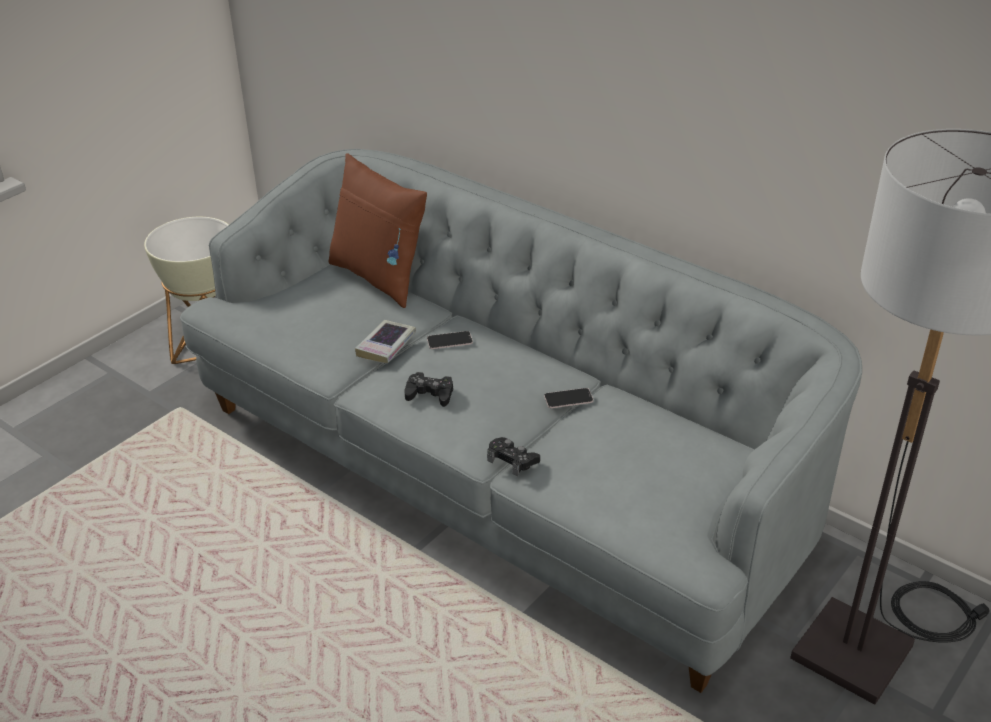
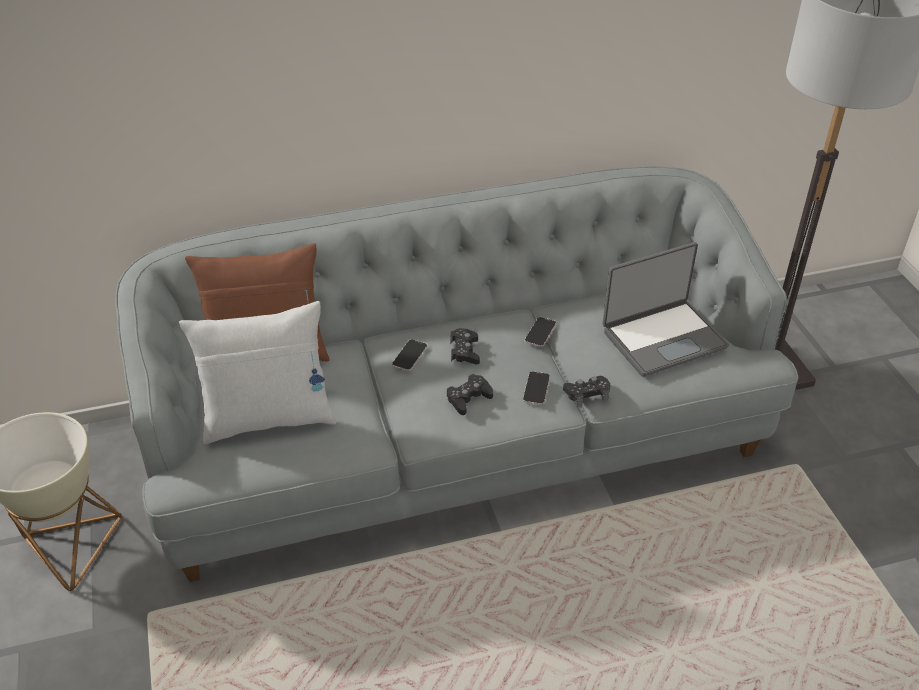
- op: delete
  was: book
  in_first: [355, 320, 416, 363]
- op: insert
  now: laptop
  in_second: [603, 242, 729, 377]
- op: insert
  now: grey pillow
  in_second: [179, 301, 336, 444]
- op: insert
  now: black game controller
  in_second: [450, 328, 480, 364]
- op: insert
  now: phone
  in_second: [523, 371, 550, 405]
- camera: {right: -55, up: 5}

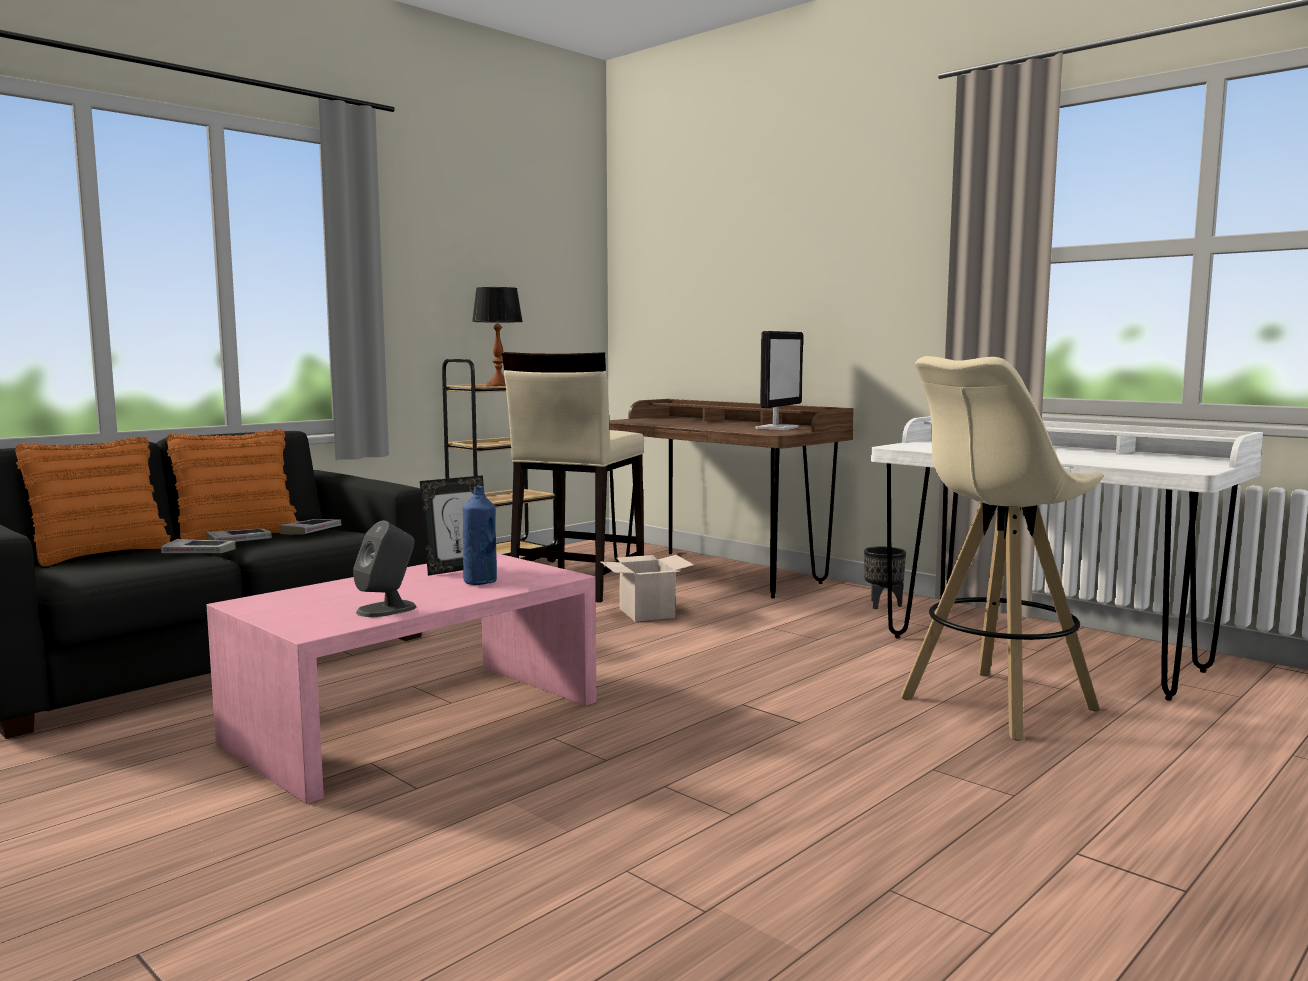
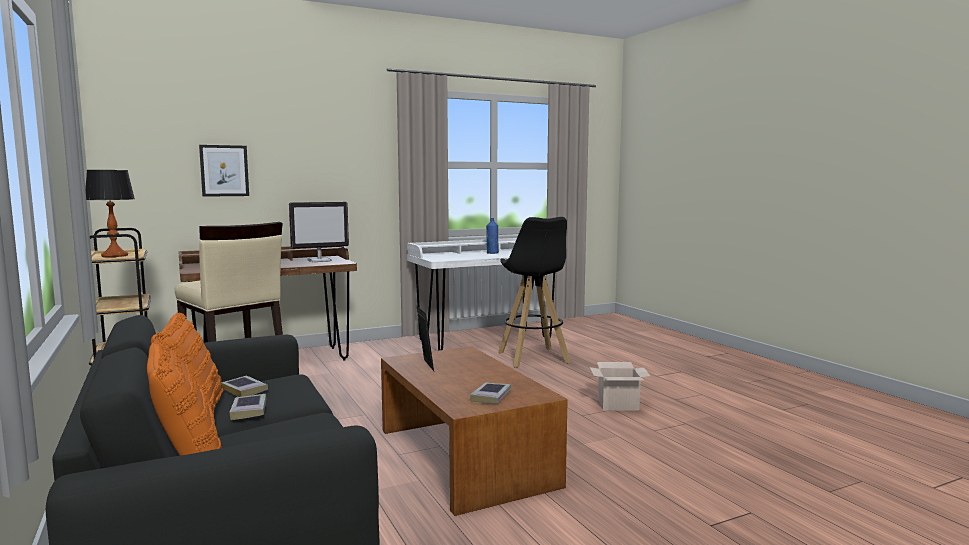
- op: rotate
  was: monitor
  in_first: [755, 331, 803, 431]
  in_second: [289, 202, 349, 262]
  clockwise: 105
- op: recolor
  was: beige stool
  now: black stool
  in_first: [901, 356, 1103, 740]
  in_second: [498, 217, 571, 368]
- op: move
  was: blue bottle
  in_first: [463, 486, 497, 585]
  in_second: [486, 218, 498, 254]
- op: delete
  was: grey speaker
  in_first: [353, 521, 417, 617]
- op: move
  was: book
  in_first: [161, 539, 236, 553]
  in_second: [470, 383, 511, 403]
- op: delete
  was: black planter
  in_first: [864, 547, 906, 609]
- op: recolor
  was: pink coffee table
  now: brown coffee table
  in_first: [206, 553, 596, 804]
  in_second: [381, 346, 567, 516]
- op: move
  was: cardboard box
  in_first: [601, 555, 694, 622]
  in_second: [589, 362, 650, 411]
- op: insert
  now: picture
  in_second: [199, 145, 249, 197]
- camera: {right: -70, up: 0}

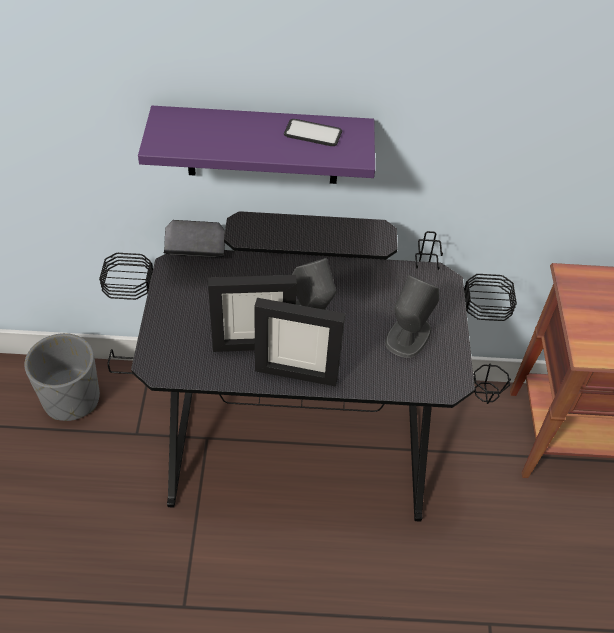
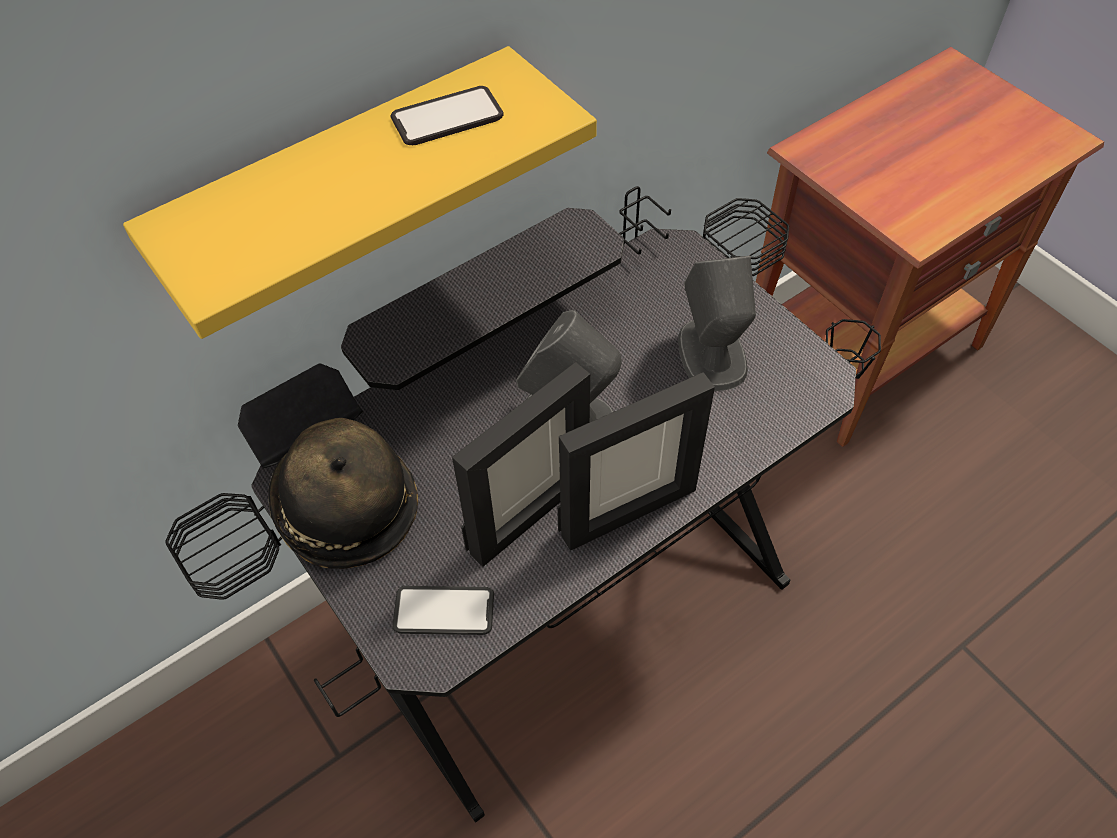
- op: recolor
  was: purple shelf
  now: yellow shelf
  in_first: [138, 106, 375, 184]
  in_second: [123, 46, 597, 339]
- op: delete
  was: grey planter
  in_first: [24, 333, 100, 421]
- op: insert
  now: hat
  in_second: [268, 418, 418, 569]
- op: insert
  now: phone
  in_second: [392, 586, 494, 635]
- camera: {right: -35, up: 5}

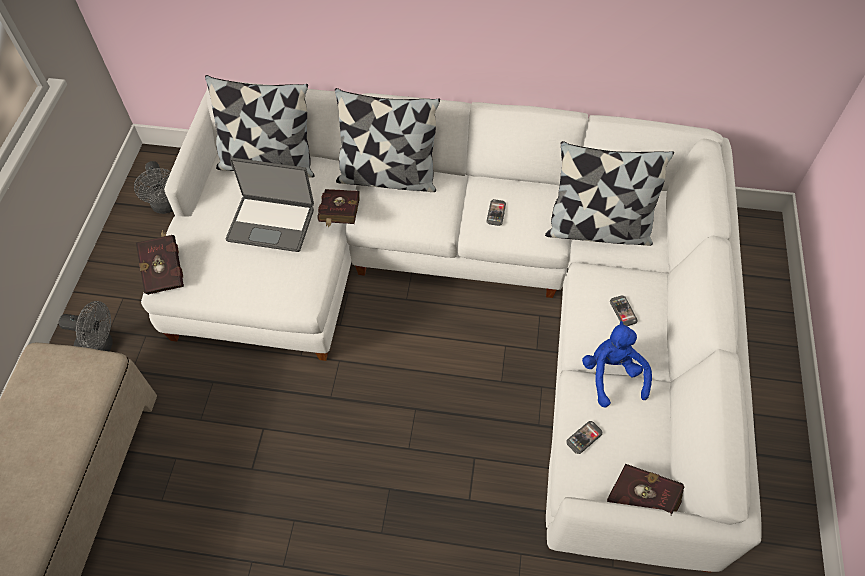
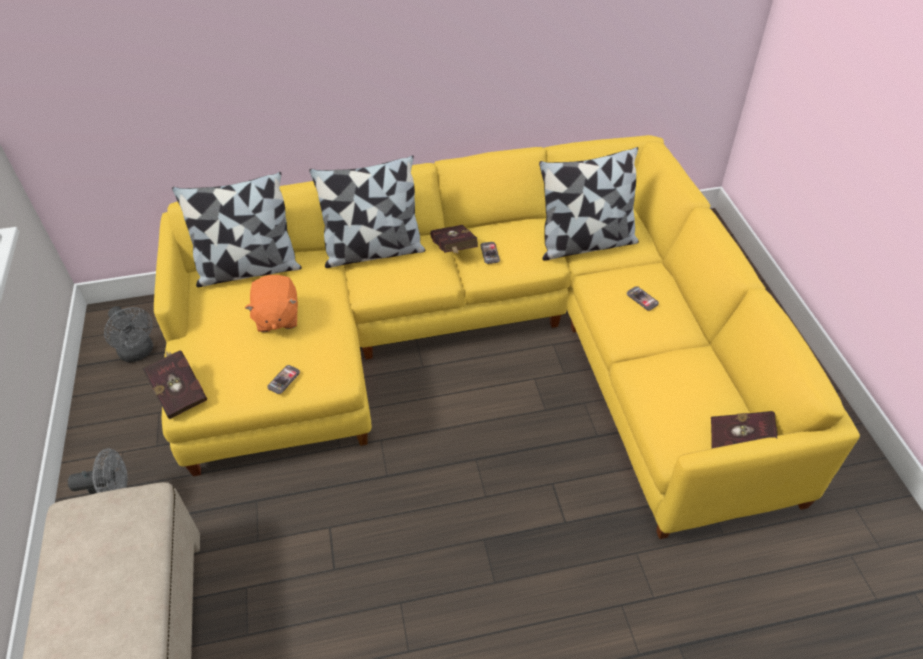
- op: recolor
  was: white sofa
  now: yellow sofa
  in_first: [141, 81, 762, 573]
  in_second: [154, 135, 860, 539]
- op: replace
  was: laptop
  now: orange plush toy
  in_first: [226, 158, 314, 252]
  in_second: [245, 275, 298, 332]
- op: move
  was: red book
  in_first: [317, 189, 360, 228]
  in_second: [430, 225, 478, 254]
- op: delete
  was: blue plush toy
  in_first: [582, 321, 652, 408]
- op: move
  was: phone
  in_first: [566, 421, 603, 454]
  in_second: [267, 365, 300, 394]
- camera: {right: -20, up: -10}

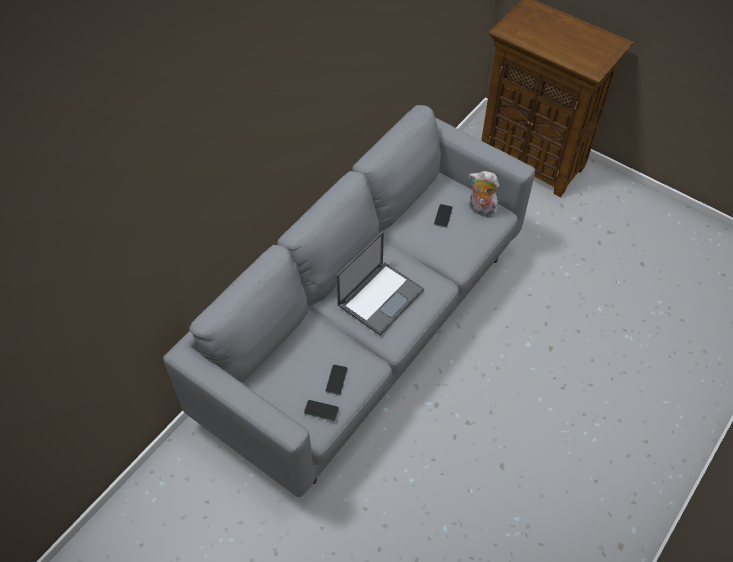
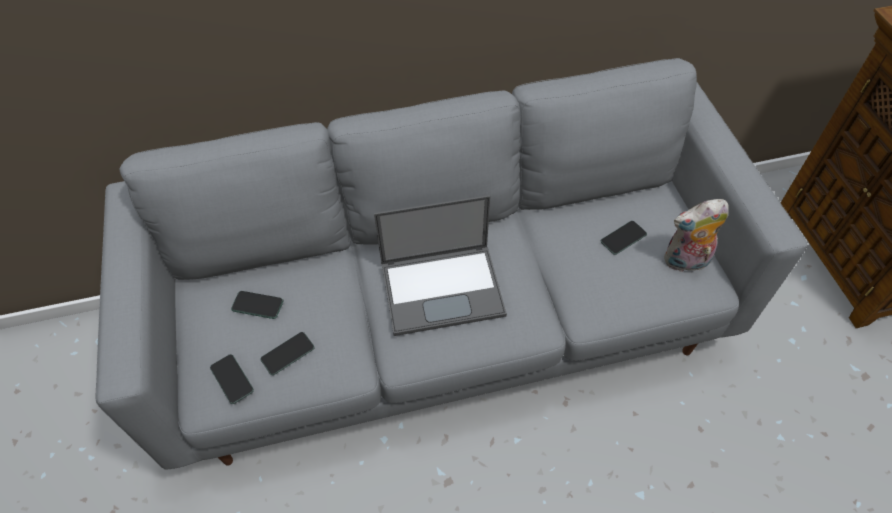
- op: rotate
  was: plush toy
  in_first: [469, 171, 499, 217]
  in_second: [664, 199, 729, 274]
  clockwise: -75
- op: insert
  now: phone
  in_second: [231, 291, 284, 319]
- camera: {right: 40, up: 0}

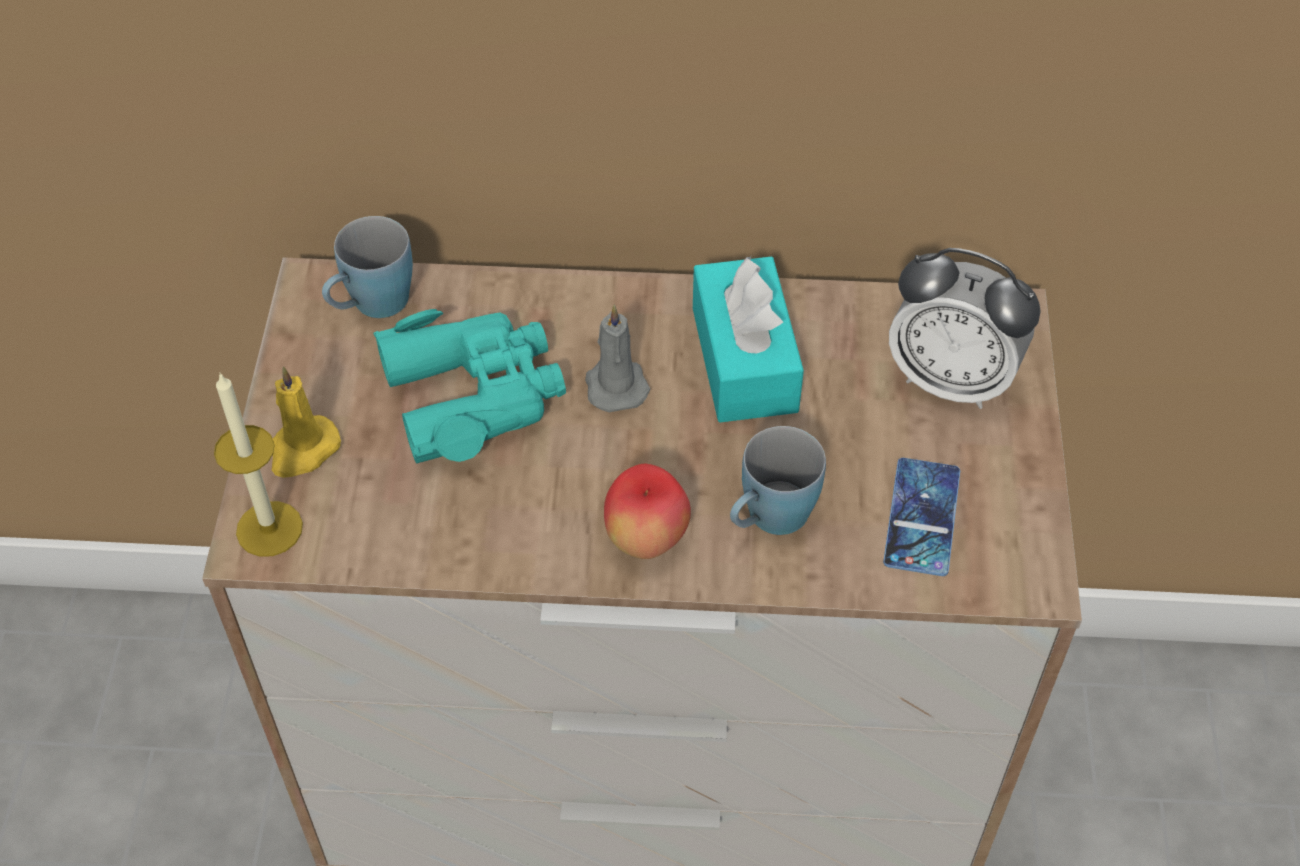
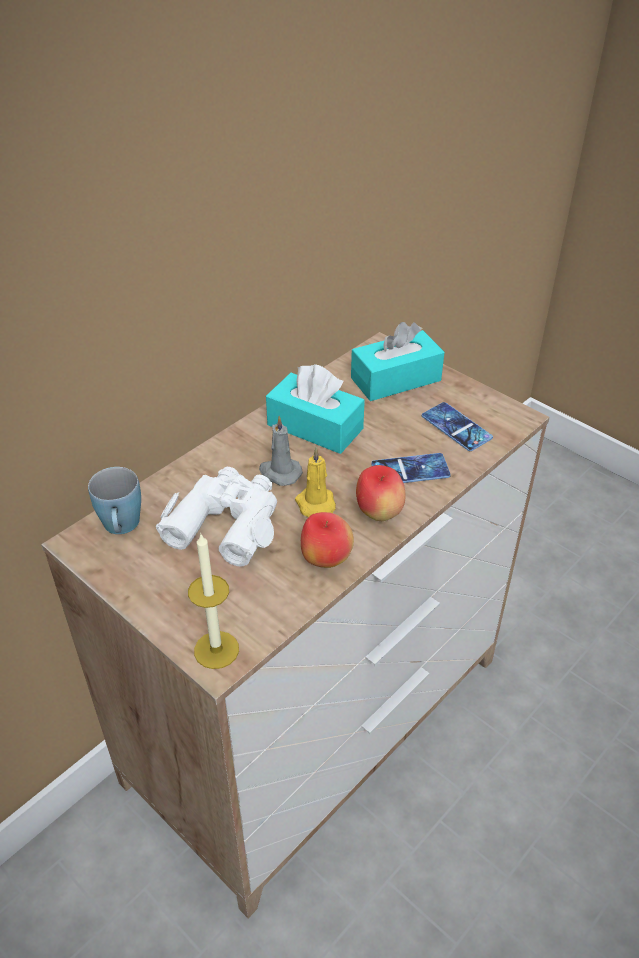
- op: replace
  was: alarm clock
  now: turquoise tissue box
  in_first: [889, 248, 1041, 409]
  in_second: [351, 322, 445, 401]
- op: recolor
  was: turquoise binoculars
  now: white binoculars
  in_first: [373, 309, 566, 464]
  in_second: [155, 467, 277, 567]
- op: move
  was: yellow candle
  in_first: [272, 367, 341, 478]
  in_second: [295, 447, 336, 517]
- op: replace
  was: blue mug
  now: phone
  in_first: [730, 426, 826, 535]
  in_second: [371, 453, 451, 483]
- op: insert
  now: apple
  in_second: [301, 512, 354, 568]
- camera: {right: -50, up: -10}

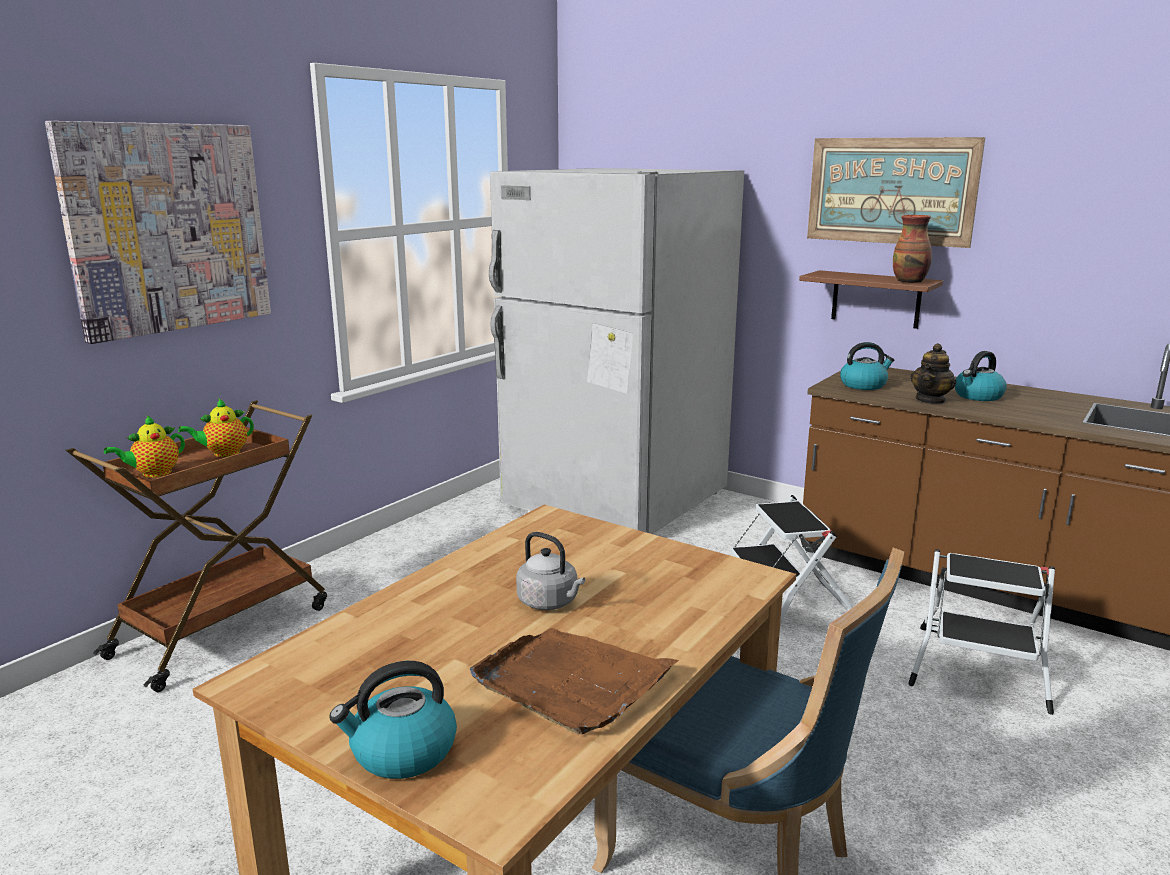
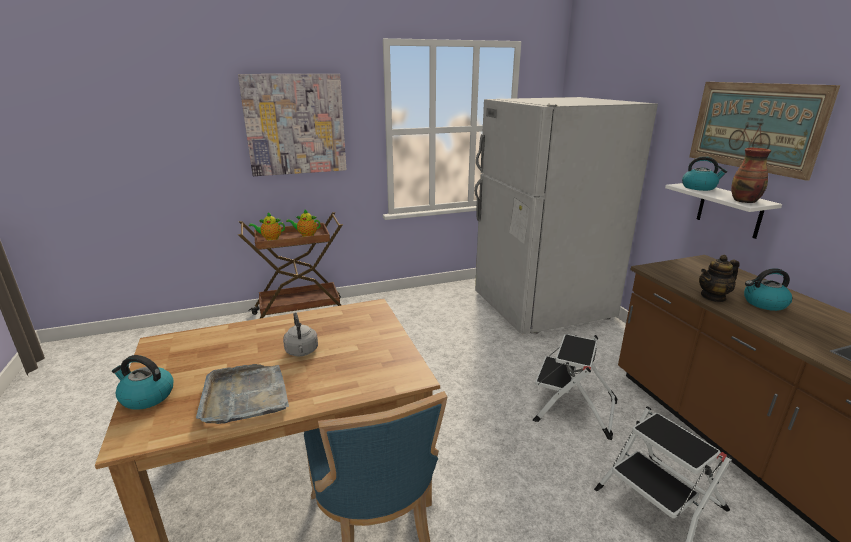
- op: recolor
  was: brown shelf
  now: white shelf
  in_first: [799, 270, 943, 329]
  in_second: [665, 183, 782, 239]
- op: move
  was: kettle
  in_first: [840, 342, 894, 390]
  in_second: [682, 156, 727, 191]
- op: recolor
  was: brown tray
  now: grey tray
  in_first: [470, 628, 679, 734]
  in_second: [196, 364, 289, 424]
- camera: {right: 35, up: 5}

